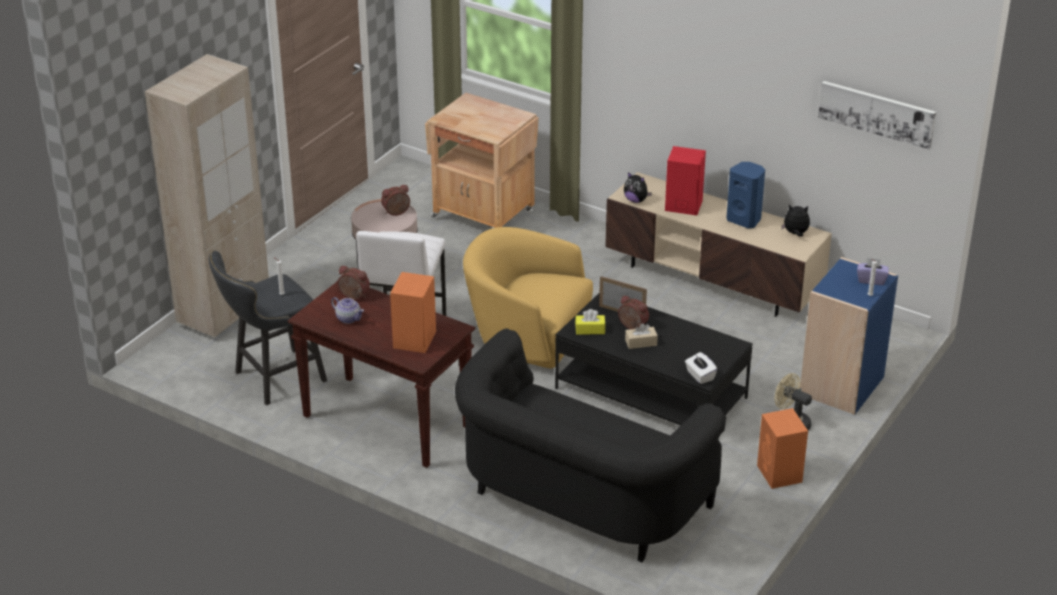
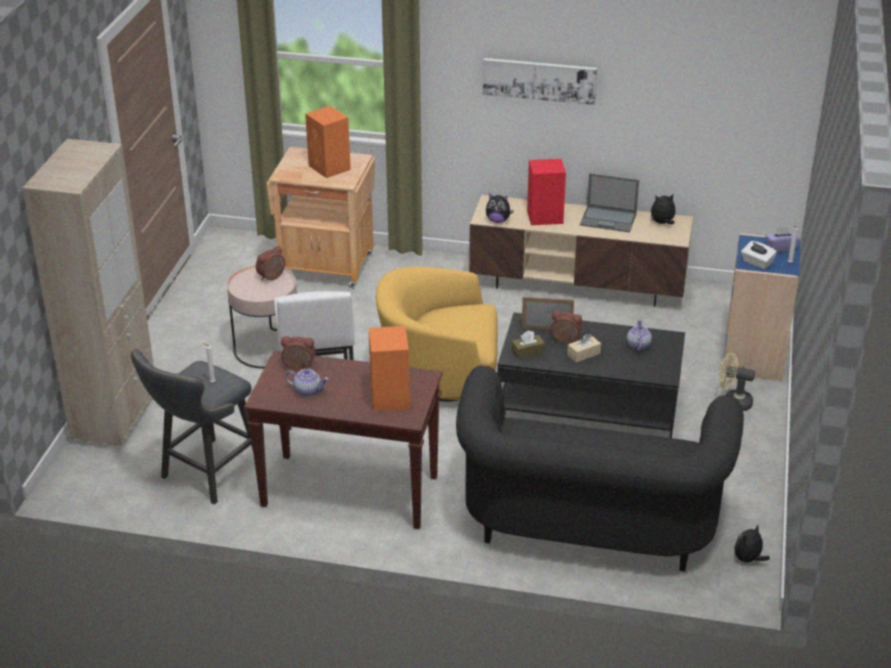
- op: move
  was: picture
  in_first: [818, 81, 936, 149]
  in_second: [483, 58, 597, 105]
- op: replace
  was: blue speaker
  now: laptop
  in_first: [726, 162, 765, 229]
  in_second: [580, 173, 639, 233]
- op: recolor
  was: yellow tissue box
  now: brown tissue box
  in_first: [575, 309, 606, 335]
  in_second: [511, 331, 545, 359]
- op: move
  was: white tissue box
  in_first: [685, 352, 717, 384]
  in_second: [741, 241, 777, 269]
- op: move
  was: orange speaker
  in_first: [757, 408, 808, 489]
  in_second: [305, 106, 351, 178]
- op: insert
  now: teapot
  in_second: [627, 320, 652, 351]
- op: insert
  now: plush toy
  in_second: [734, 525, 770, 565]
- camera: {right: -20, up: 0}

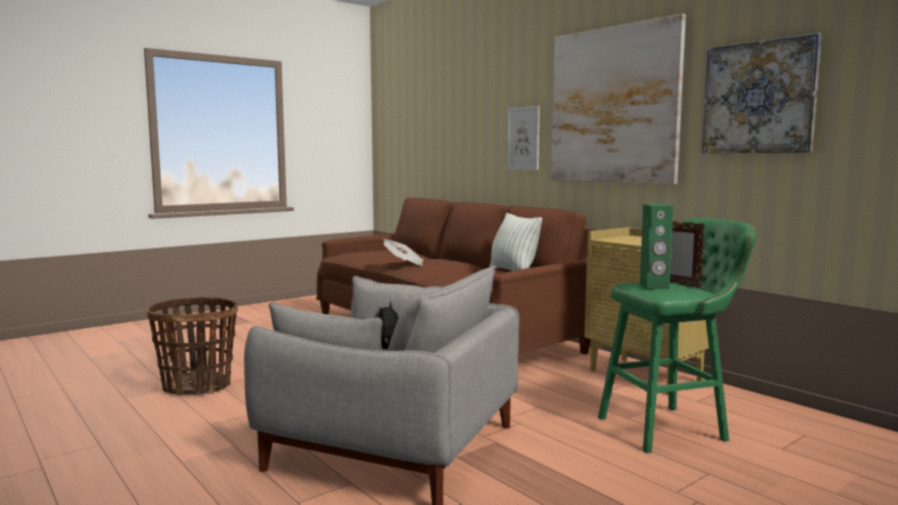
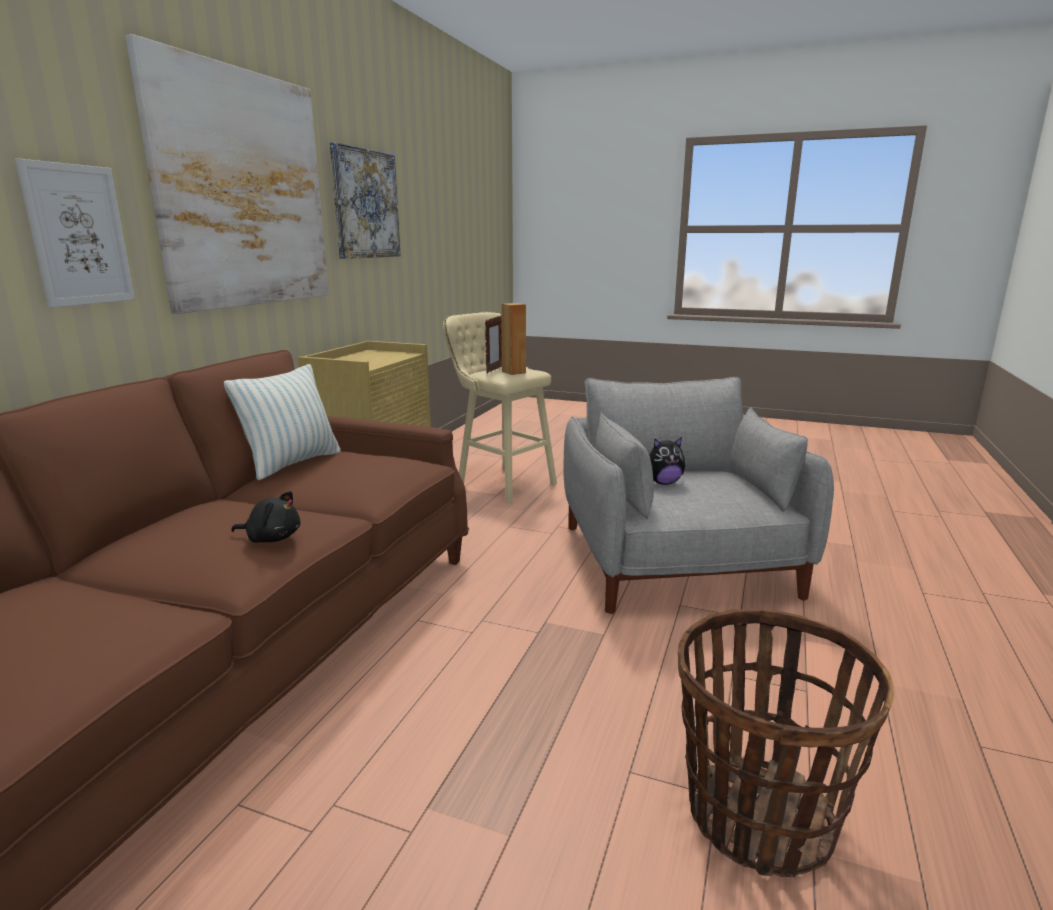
- op: recolor
  was: green speaker
  now: brown speaker
  in_first: [640, 204, 674, 289]
  in_second: [501, 303, 526, 375]
- op: recolor
  was: green stool
  now: beige stool
  in_first: [598, 217, 756, 454]
  in_second: [443, 312, 557, 503]
- op: replace
  was: newspaper
  now: black plush toy
  in_first: [383, 239, 424, 266]
  in_second: [231, 491, 300, 542]
- camera: {right: -120, up: 10}

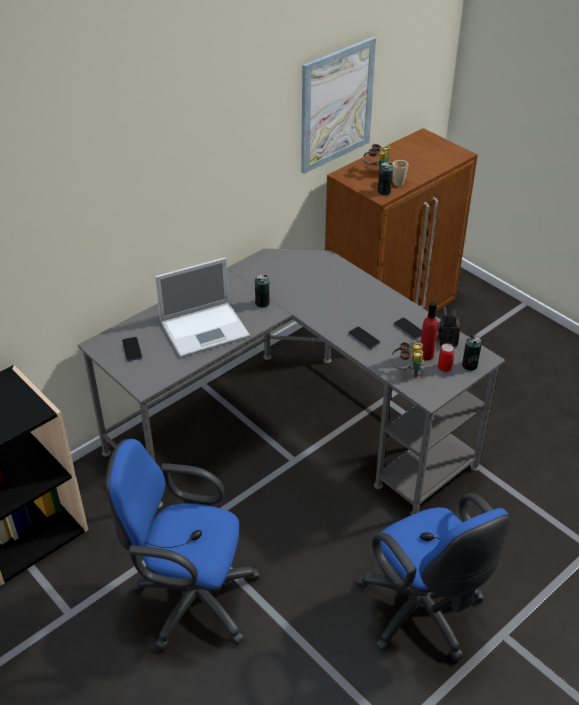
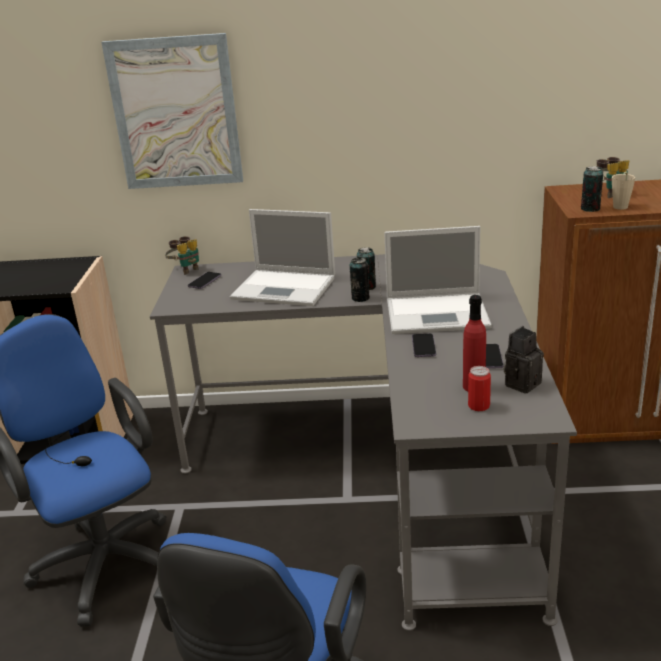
- op: move
  was: picture
  in_first: [301, 37, 376, 174]
  in_second: [101, 33, 243, 189]
- op: move
  was: can
  in_first: [462, 335, 482, 371]
  in_second: [350, 257, 370, 302]
- op: move
  was: binoculars
  in_first: [391, 342, 425, 378]
  in_second: [165, 236, 199, 275]
- op: insert
  now: laptop
  in_second: [384, 226, 492, 334]
- camera: {right: 45, up: -15}

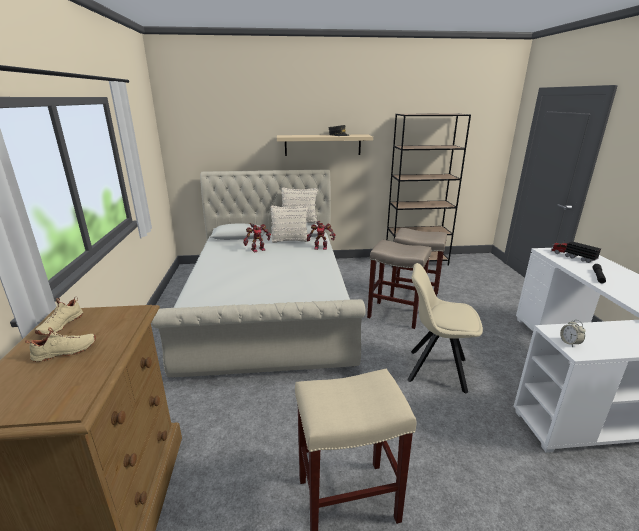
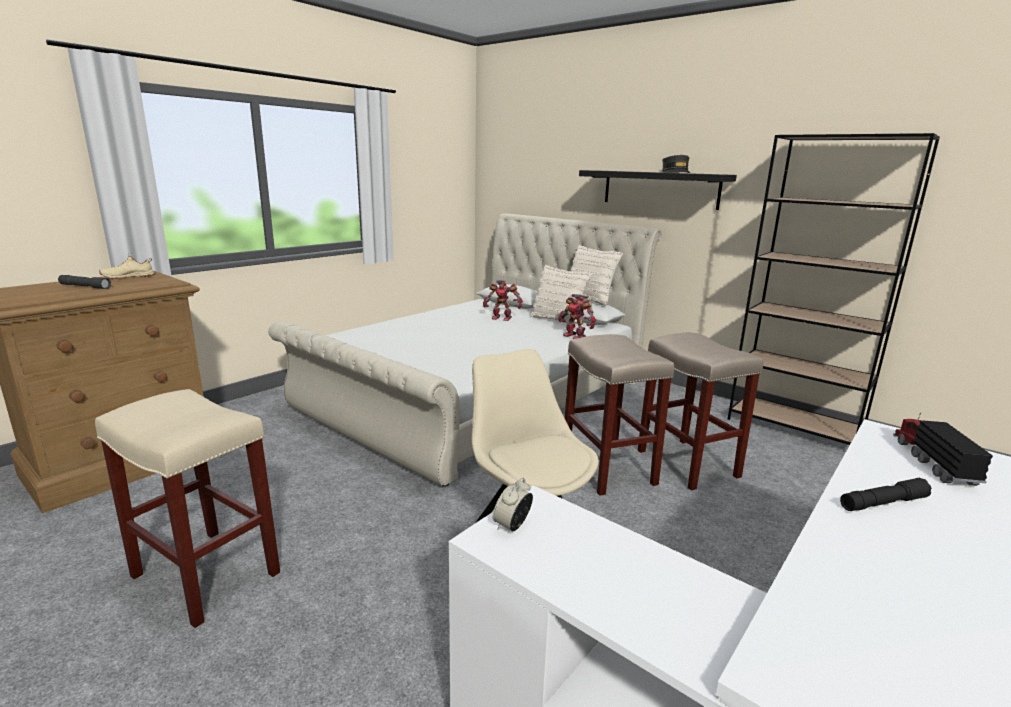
- op: recolor
  was: beige shelf
  now: black shelf
  in_first: [277, 134, 373, 156]
  in_second: [579, 170, 737, 210]
- op: replace
  was: beige shoe
  now: grey flashlight
  in_first: [25, 327, 96, 362]
  in_second: [58, 275, 111, 289]
- camera: {right: 45, up: -5}

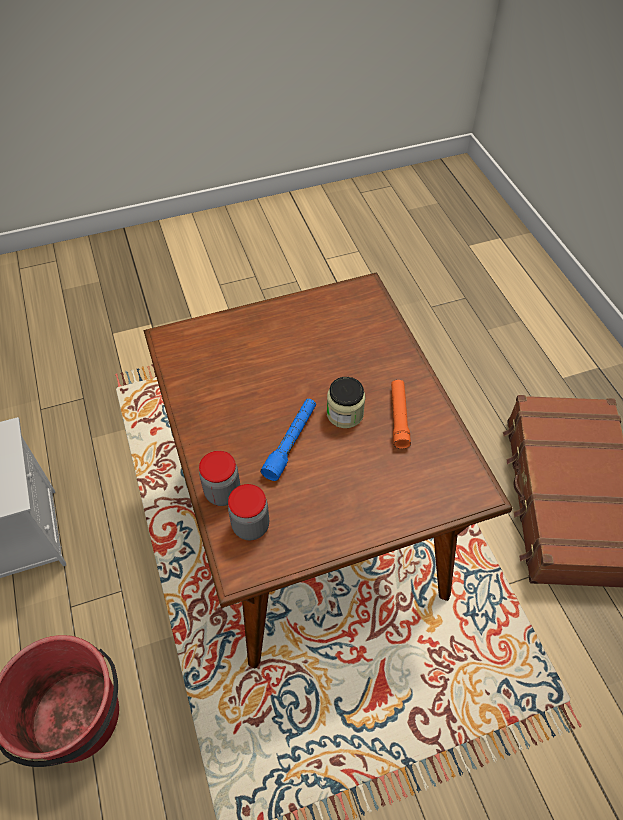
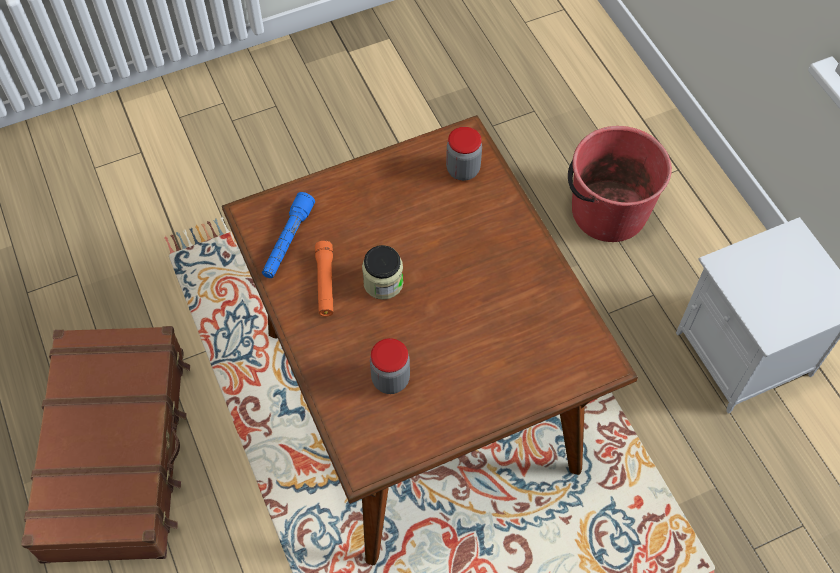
- op: move
  was: blue flashlight
  in_first: [260, 399, 316, 481]
  in_second: [262, 192, 315, 278]
- op: move
  was: jar
  in_first: [199, 451, 240, 506]
  in_second: [370, 338, 410, 394]
- camera: {right: 175, up: 5}

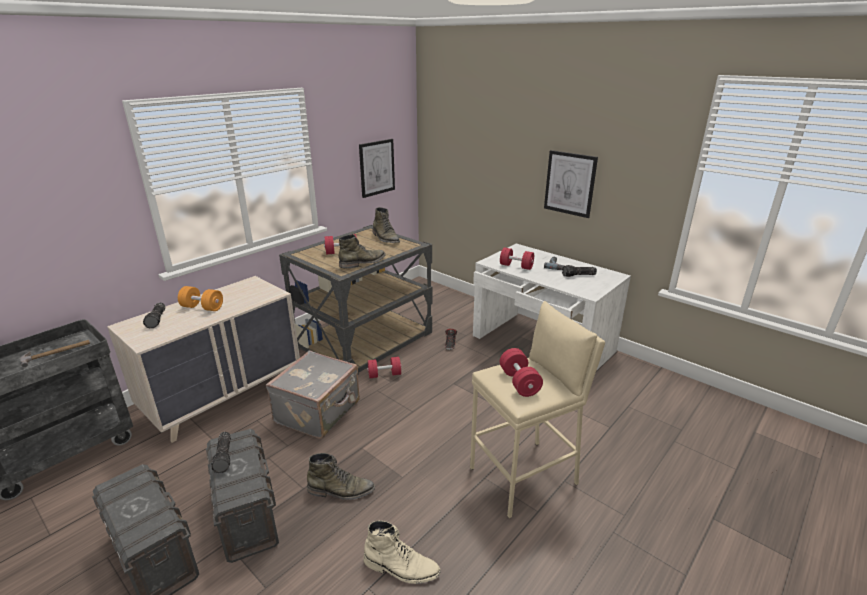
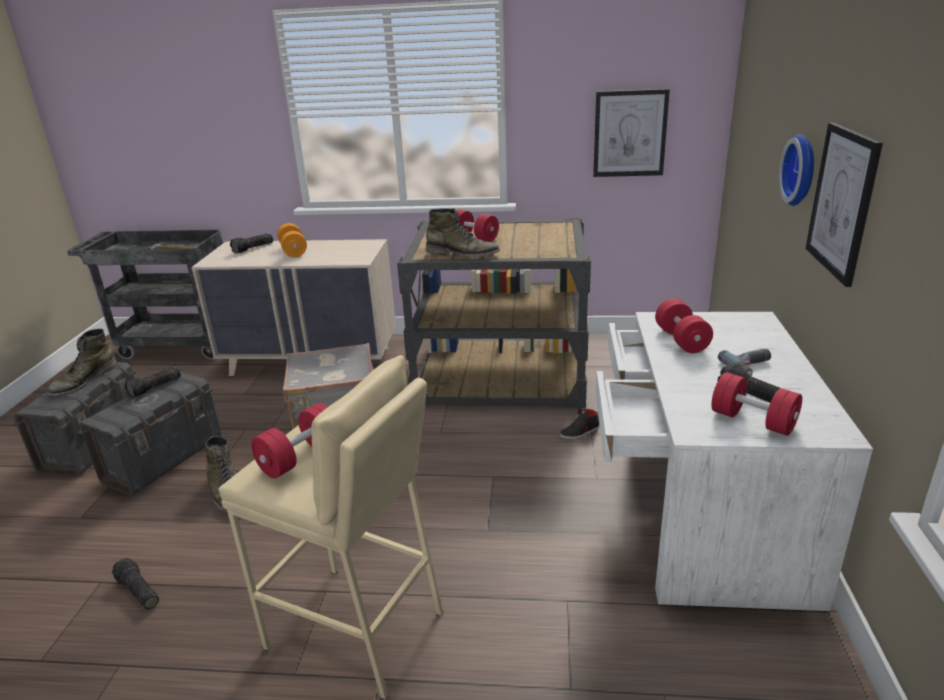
- op: move
  was: green boot
  in_first: [372, 207, 400, 243]
  in_second: [46, 328, 117, 397]
- op: move
  was: red dumbbell
  in_first: [367, 357, 401, 378]
  in_second: [711, 372, 802, 436]
- op: replace
  was: beige boot
  now: flashlight
  in_first: [363, 521, 441, 584]
  in_second: [112, 558, 159, 609]
- op: insert
  now: wall clock
  in_second: [779, 134, 814, 206]
- camera: {right: 55, up: 0}

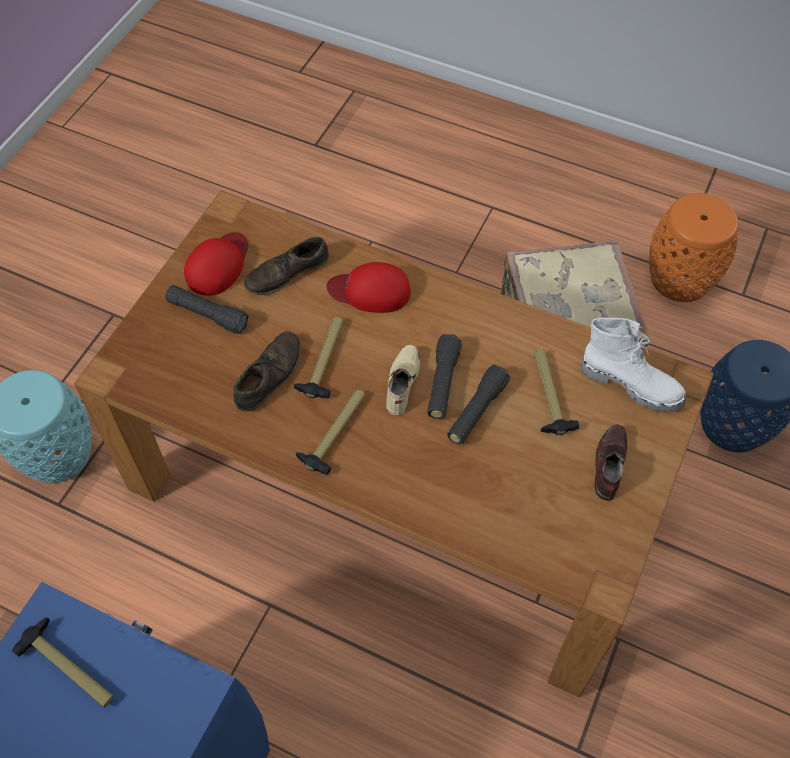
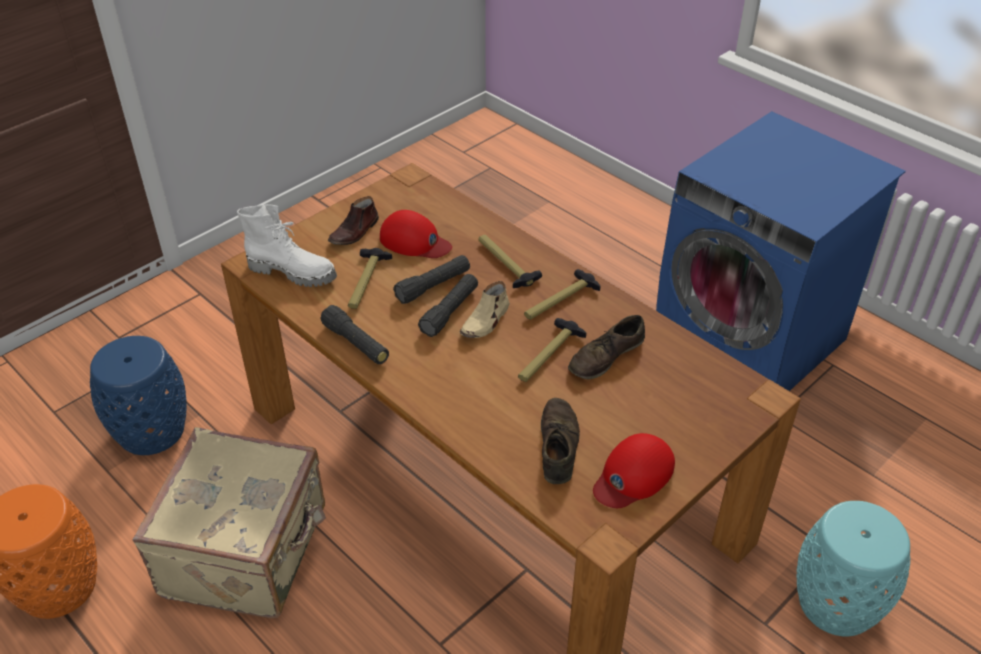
- op: rotate
  was: brown shoe
  in_first: [244, 237, 329, 295]
  in_second: [541, 398, 580, 484]
  clockwise: -75
- op: move
  was: red cap
  in_first: [327, 262, 411, 313]
  in_second: [380, 210, 452, 258]
- op: move
  was: black flashlight
  in_first: [165, 285, 249, 334]
  in_second: [320, 305, 389, 364]
- op: rotate
  was: white boot
  in_first: [581, 318, 686, 412]
  in_second: [237, 204, 337, 287]
  clockwise: 150
- op: move
  was: hammer
  in_first: [12, 617, 114, 707]
  in_second: [478, 235, 542, 288]
- camera: {right: -160, up: -15}

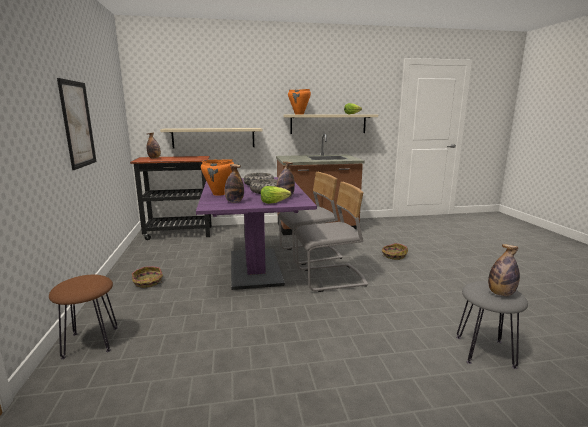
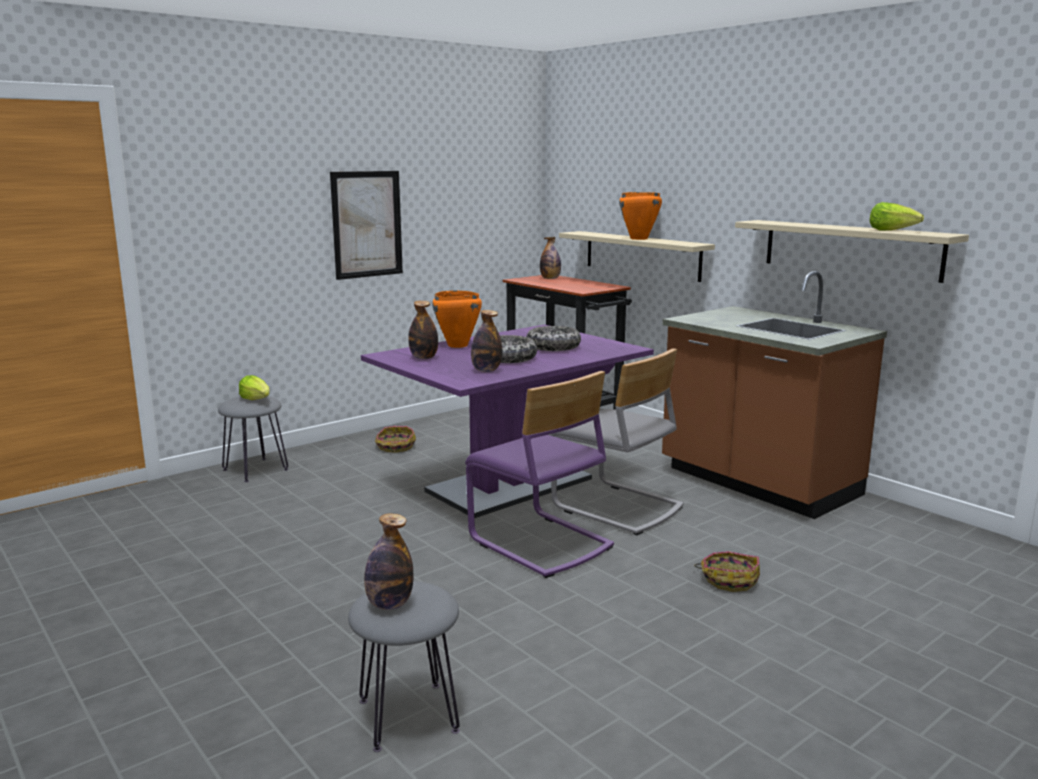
- op: move
  was: orange cooking pot
  in_first: [288, 89, 311, 114]
  in_second: [619, 192, 662, 240]
- op: recolor
  was: grey chair
  now: purple chair
  in_first: [294, 182, 368, 292]
  in_second: [465, 371, 614, 578]
- op: move
  was: lettuce
  in_first: [260, 186, 291, 204]
  in_second: [239, 375, 270, 400]
- op: recolor
  was: brown stool
  now: grey stool
  in_first: [49, 275, 118, 359]
  in_second: [218, 396, 289, 482]
- camera: {right: 60, up: 0}

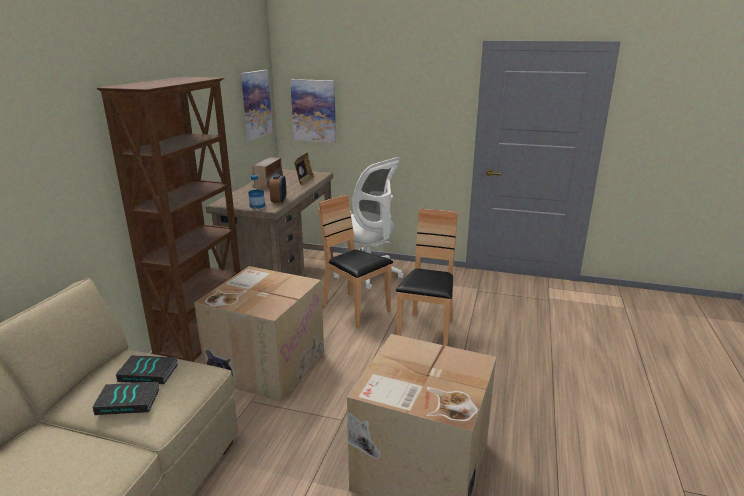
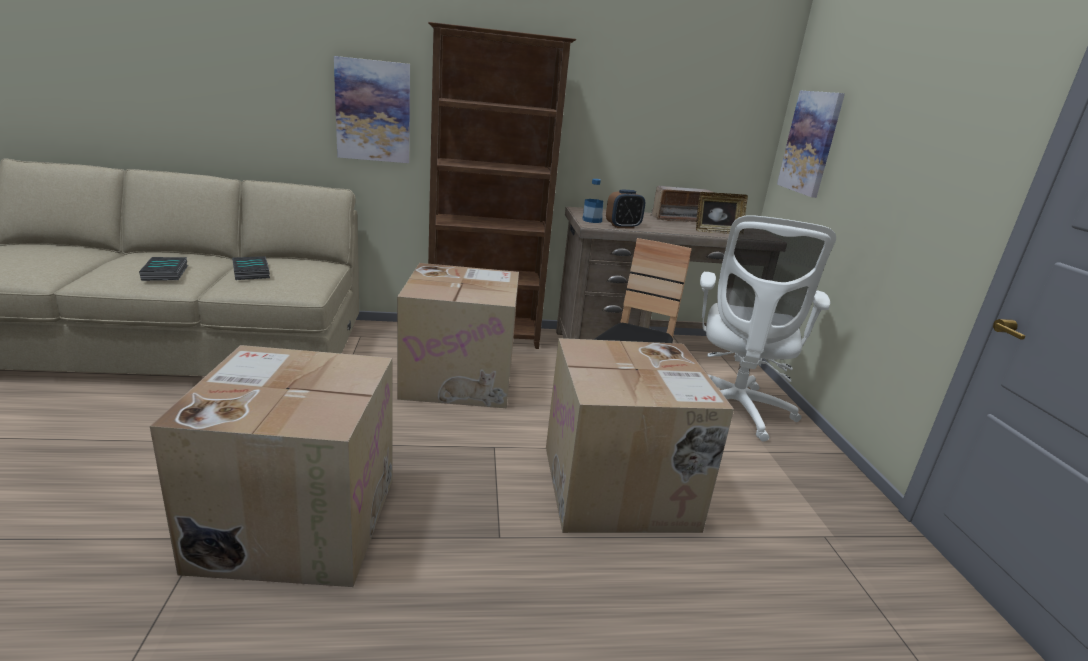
- op: move
  was: picture
  in_first: [241, 70, 272, 141]
  in_second: [334, 56, 410, 163]
- op: replace
  was: brown chair
  now: cardboard box
  in_first: [396, 209, 458, 346]
  in_second: [546, 338, 734, 533]
- op: move
  was: book
  in_first: [116, 355, 178, 384]
  in_second: [139, 257, 188, 281]
- camera: {right: 65, up: 0}

